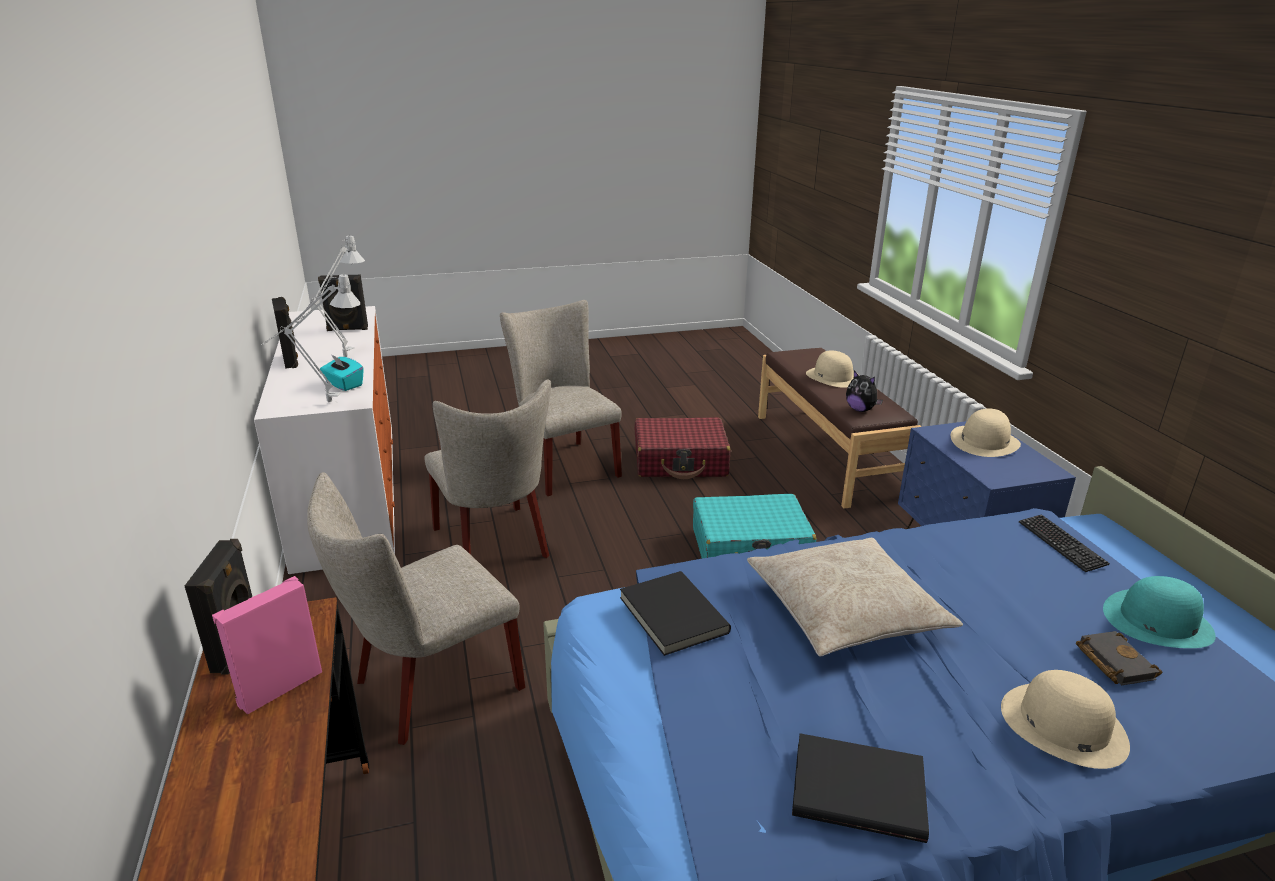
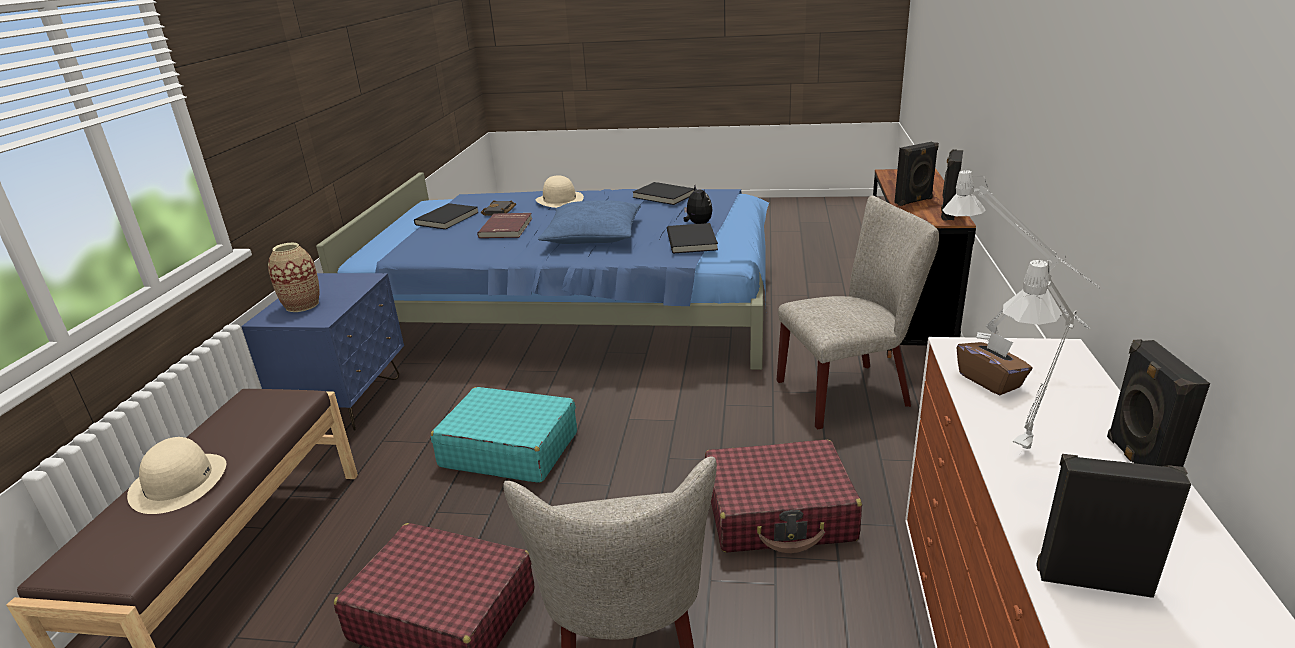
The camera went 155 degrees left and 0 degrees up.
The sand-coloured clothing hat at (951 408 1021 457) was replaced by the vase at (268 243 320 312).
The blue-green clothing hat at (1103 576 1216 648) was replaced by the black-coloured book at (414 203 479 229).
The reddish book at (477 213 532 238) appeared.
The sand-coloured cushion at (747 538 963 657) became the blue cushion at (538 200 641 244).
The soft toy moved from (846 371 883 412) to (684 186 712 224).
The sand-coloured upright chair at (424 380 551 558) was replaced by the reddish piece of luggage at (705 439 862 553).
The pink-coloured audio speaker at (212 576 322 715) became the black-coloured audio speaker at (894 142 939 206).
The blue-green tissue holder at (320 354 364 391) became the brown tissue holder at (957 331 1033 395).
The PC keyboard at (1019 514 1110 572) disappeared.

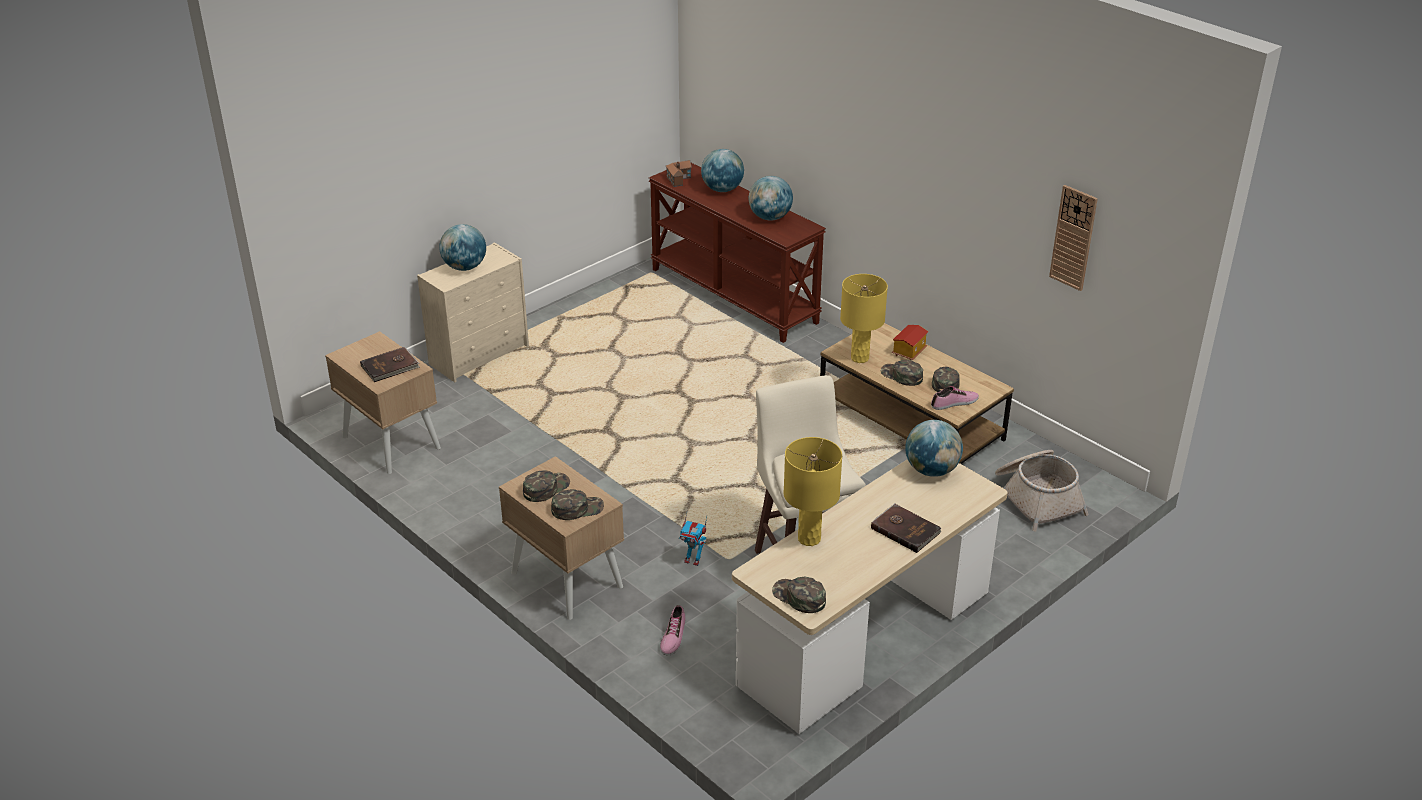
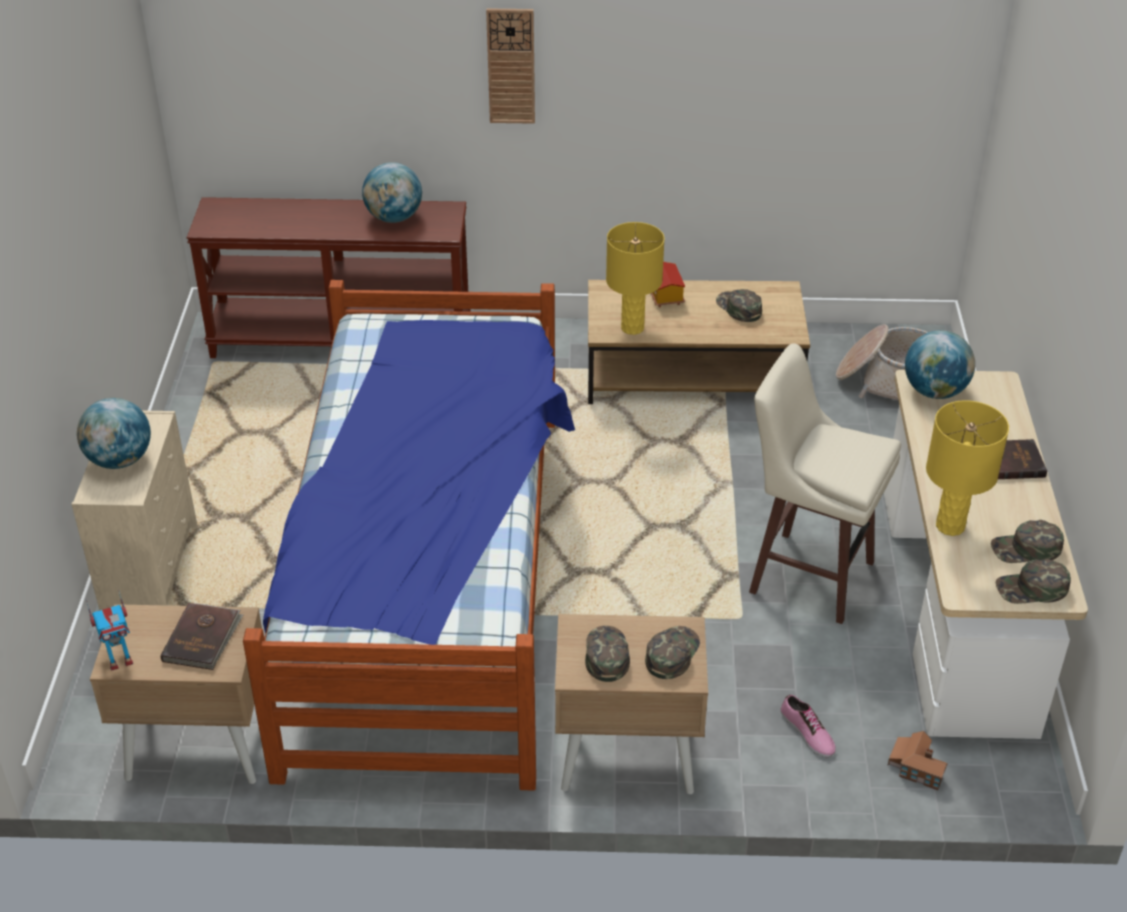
The camera went 45 degrees left and 5 degrees up.
The model robot moved from (679 513 707 566) to (86 590 133 671).
The bed at (243 280 575 791) appeared.
The hanging clock moved from (1049 185 1098 291) to (486 8 535 124).
The miniature house moved from (666 160 692 187) to (888 731 948 790).
The green-coloured cap moved from (881 360 923 386) to (991 520 1064 563).
The world globe at (701 149 744 192) disappeared.
The item of footwear at (931 386 979 410) disappeared.

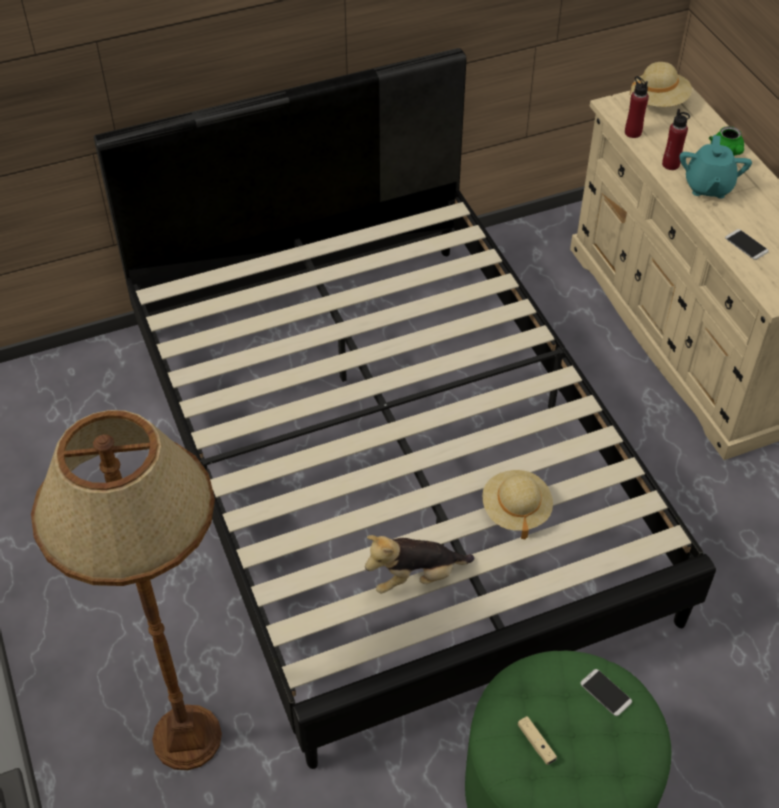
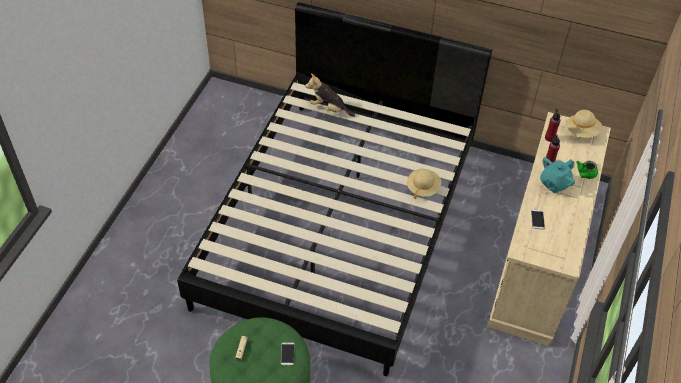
The camera went 40 degrees right and 0 degrees up.
The soft toy moved from (365 535 474 594) to (305 73 355 117).
The sand-coloured clothing hat moved from (482 470 553 539) to (407 169 441 199).
The brown standing lamp at (31 410 222 770) disappeared.

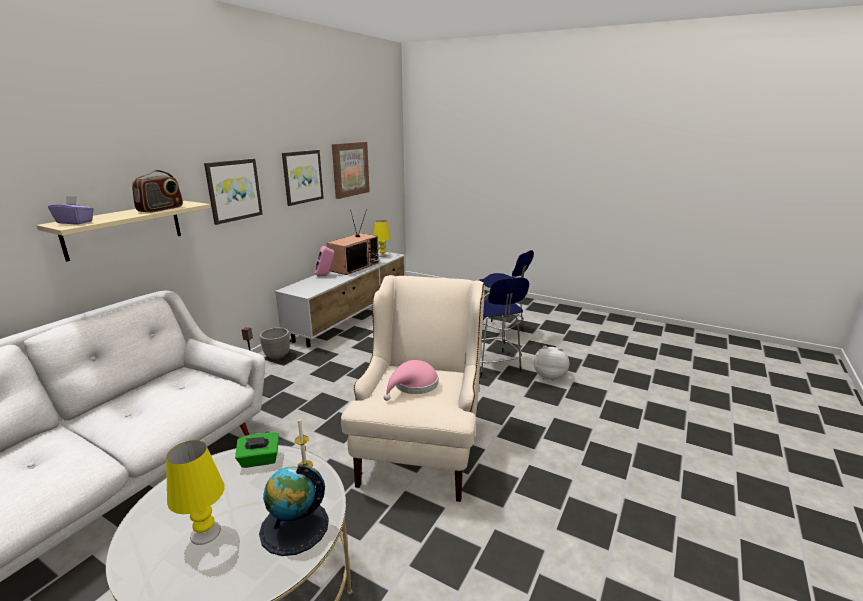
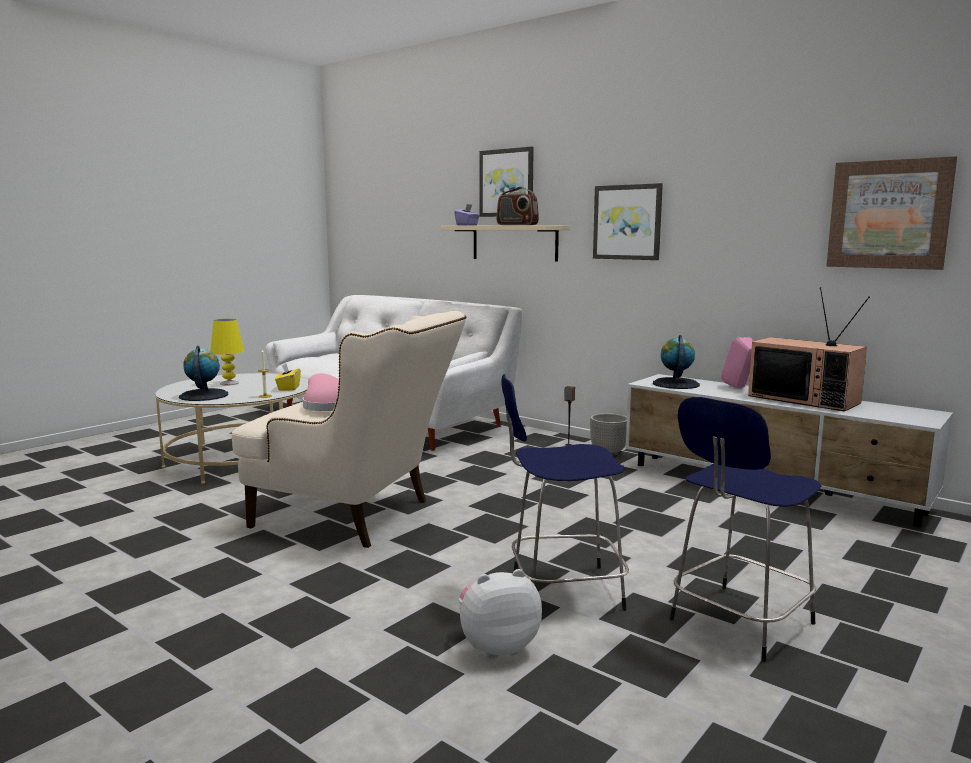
The camera went 100 degrees right and 10 degrees down.
The green-coloured tissue holder at (235 432 279 468) became the yellow-coloured tissue holder at (275 364 301 391).
The soft toy at (534 346 569 381) turned 135 degrees counterclockwise.
The wall art moved from (282 150 324 206) to (479 147 534 217).
The world globe at (653 335 700 389) appeared.
The yellow-coloured table lamp at (373 220 391 257) disappeared.

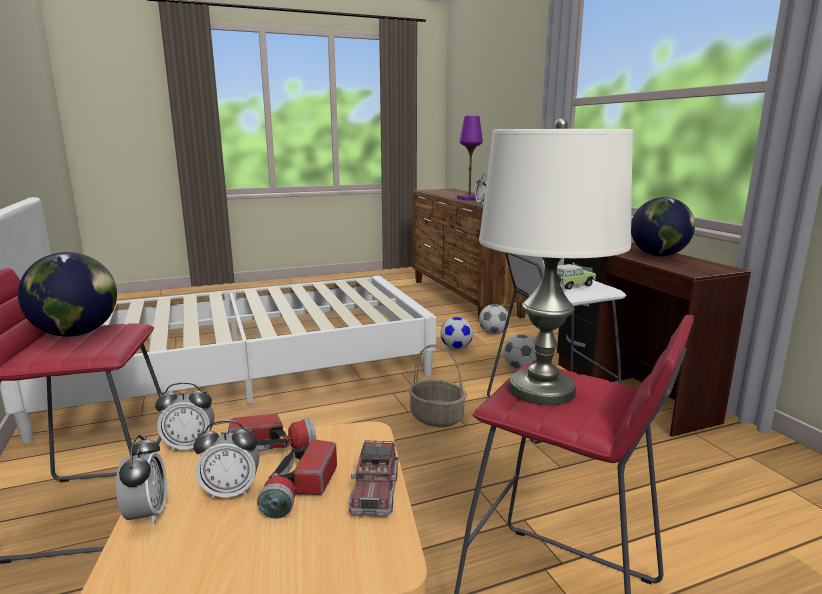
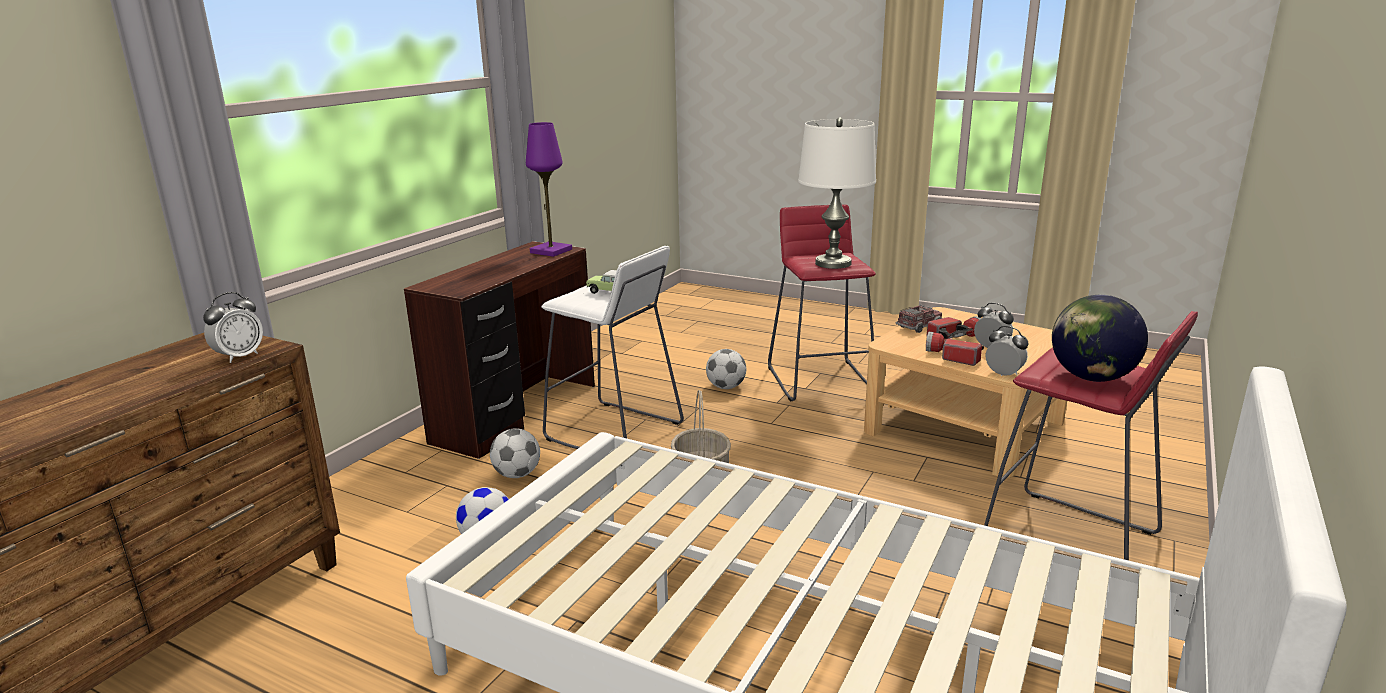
The camera went 130 degrees left and 5 degrees up.
The purple-coloured table lamp moved from (457 116 483 201) to (526 122 572 257).
The football moved from (479 304 510 334) to (706 349 746 389).
The alarm clock at (116 435 167 525) disappeared.
The world globe at (631 197 695 256) disappeared.

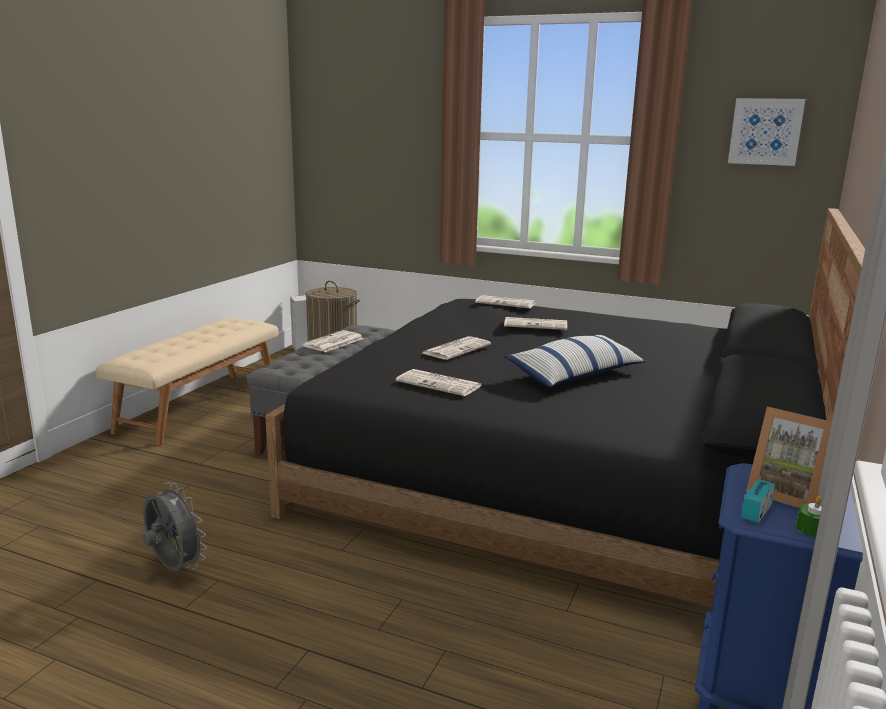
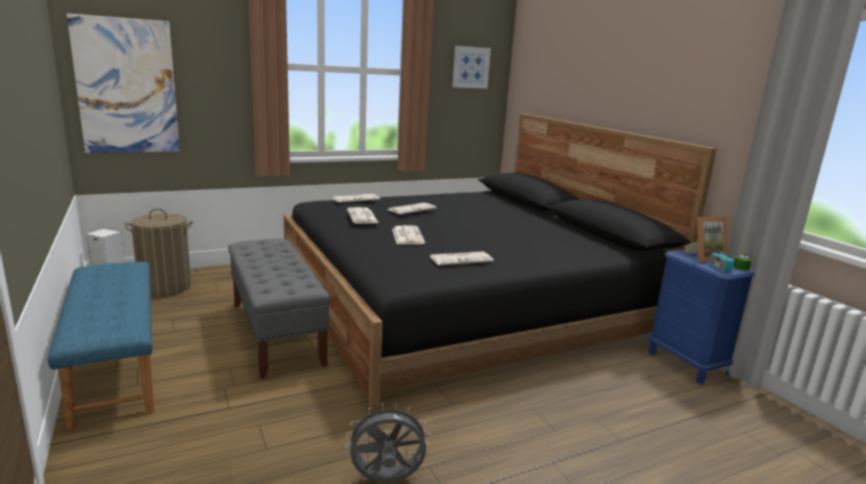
The camera went 50 degrees left and 0 degrees up.
The sand-coloured bench at (96 318 278 445) became the blue bench at (47 262 154 430).
The wall art at (67 13 180 153) appeared.
The printed paper moved from (302 330 364 352) to (347 207 379 224).
The cushion at (504 334 646 387) disappeared.

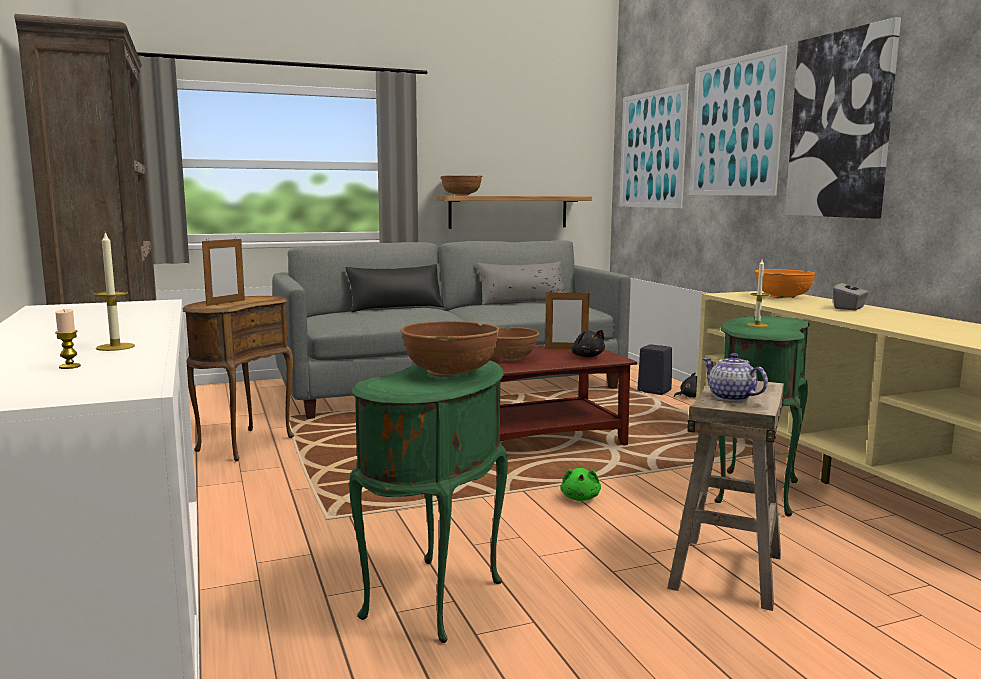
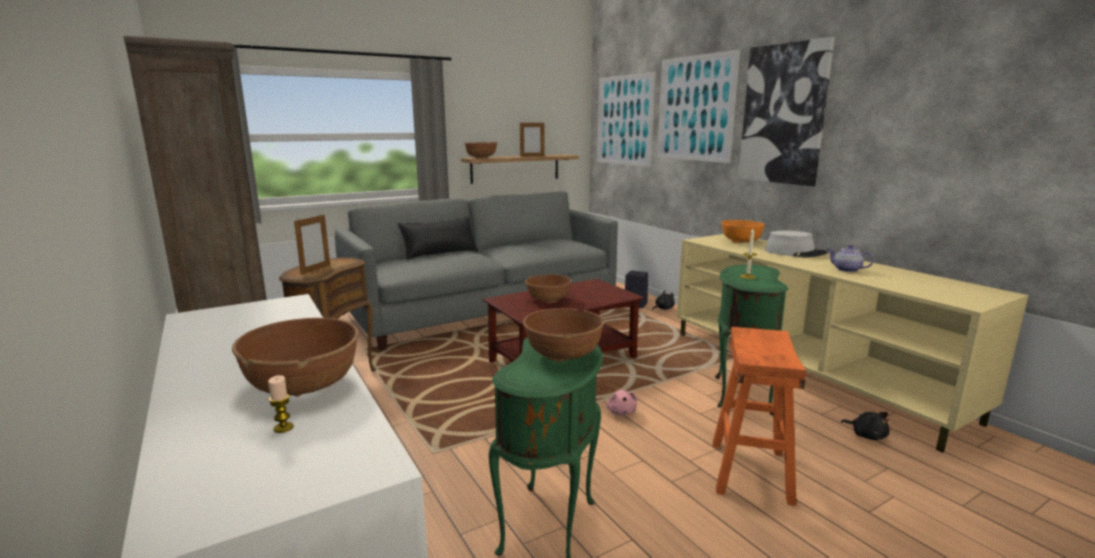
The camera went 10 degrees left and 5 degrees up.
The candle at (94 232 135 351) was replaced by the brown bowl at (232 318 359 397).
The photo frame moved from (545 290 590 349) to (520 123 545 157).
The green-coloured soft toy at (561 468 601 501) became the pink-coloured soft toy at (606 390 637 416).
The sand-coloured stool seat at (667 381 784 611) became the orangey stool seat at (713 327 806 506).
The grey tissue holder at (833 277 869 310) was replaced by the grey clothing hat at (765 231 828 258).
The teapot moved from (703 353 768 401) to (827 245 874 272).
The black-coloured soft toy moved from (572 330 605 357) to (841 412 889 440).
The grey cushion at (477 261 565 305) disappeared.

